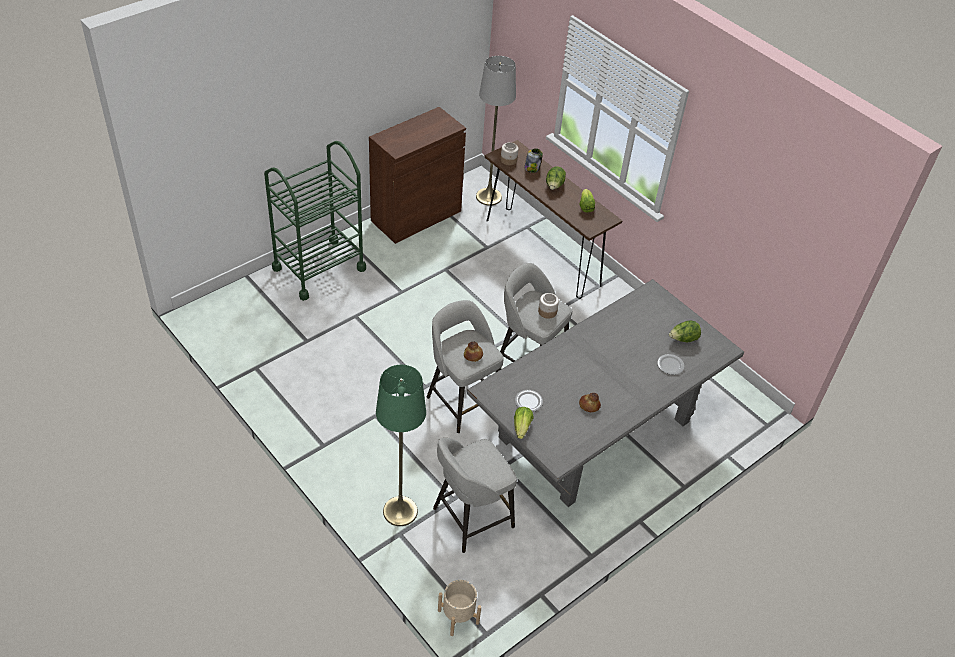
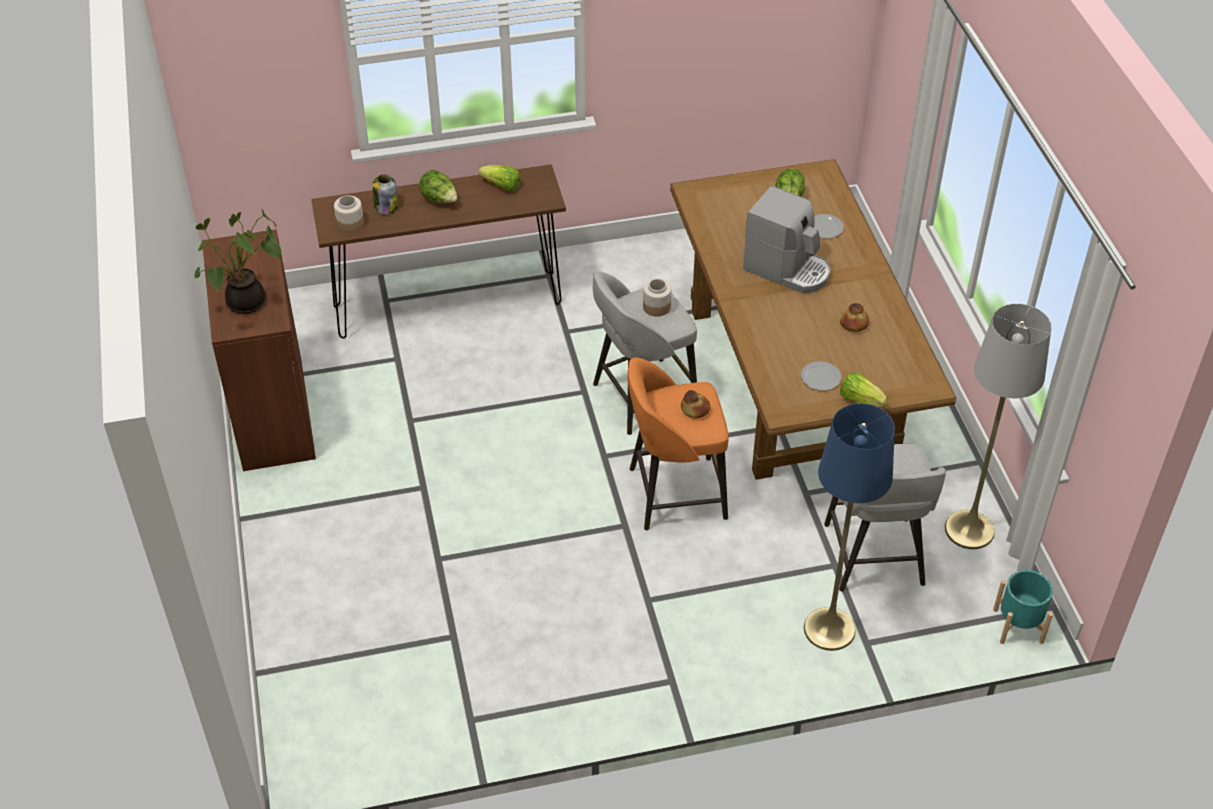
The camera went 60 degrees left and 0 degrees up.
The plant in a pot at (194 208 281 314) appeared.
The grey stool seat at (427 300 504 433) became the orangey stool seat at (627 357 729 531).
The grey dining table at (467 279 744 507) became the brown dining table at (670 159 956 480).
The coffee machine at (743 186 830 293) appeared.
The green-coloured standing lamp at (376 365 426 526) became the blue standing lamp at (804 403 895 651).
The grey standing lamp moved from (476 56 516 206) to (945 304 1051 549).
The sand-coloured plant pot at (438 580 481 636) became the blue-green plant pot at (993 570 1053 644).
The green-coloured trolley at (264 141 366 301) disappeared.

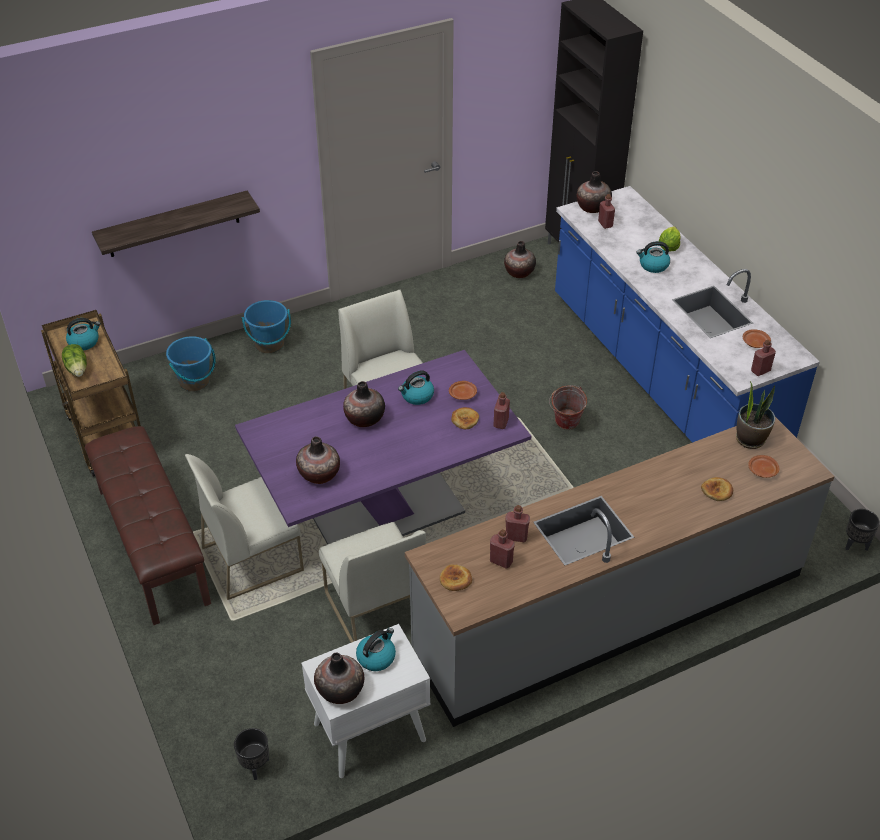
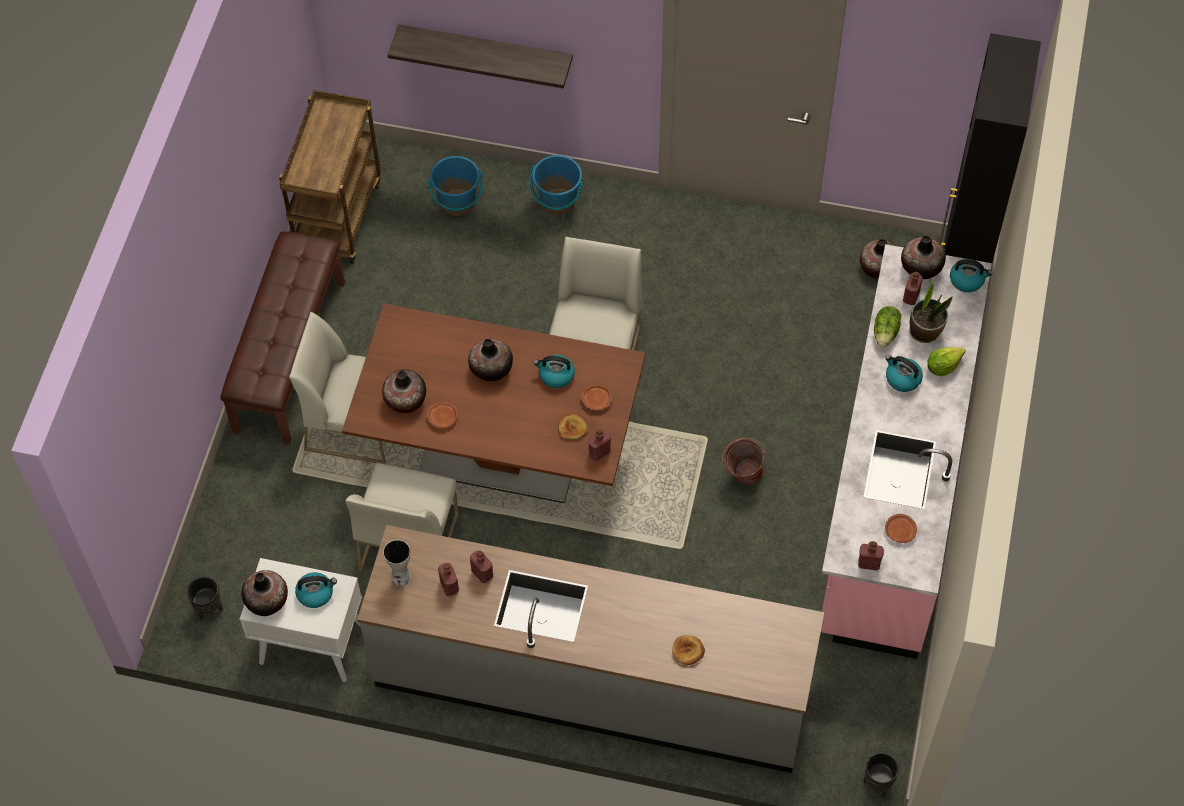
The camera went 40 degrees right and 15 degrees up.
The purple-coloured dining table at (235 350 531 544) became the brown dining table at (342 304 646 503).
The baked bread at (440 564 472 591) was replaced by the vase at (383 539 412 586).
The brown flat dish moved from (748 455 780 478) to (427 401 458 428).
The blue kitchen base unit at (555 186 820 443) became the pink-coloured kitchen base unit at (821 244 992 659).
The lettuce moved from (62 344 87 377) to (874 306 901 348).
The plant in a pot moved from (736 381 775 449) to (910 279 953 343).
The water kettle moved from (66 318 101 351) to (950 259 992 292).

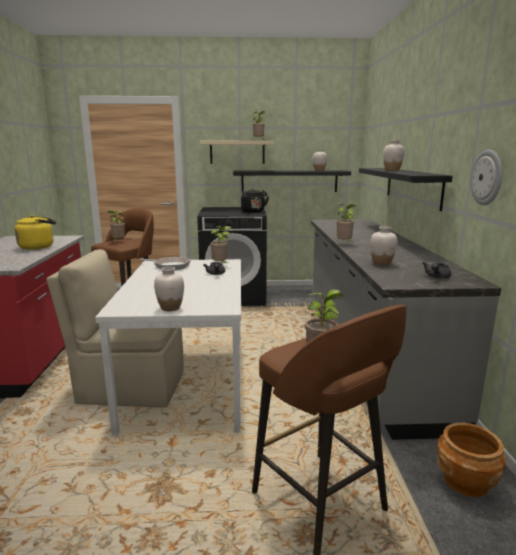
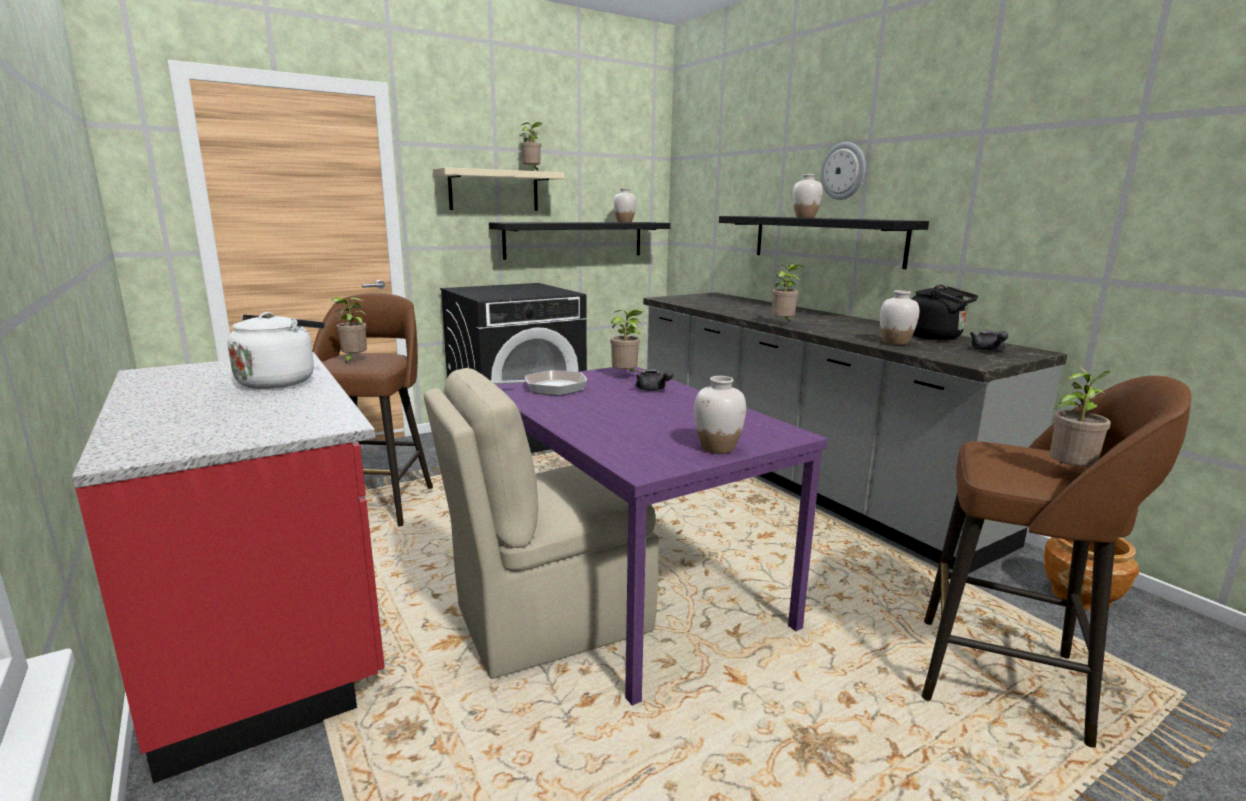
The camera went 30 degrees left and 0 degrees up.
The yellow-coloured water kettle at (15 215 56 250) became the whitish water kettle at (228 312 325 389).
The whitish dining table at (95 259 241 436) became the purple-coloured dining table at (495 367 828 706).
The hanging clock moved from (470 149 502 205) to (821 142 866 200).
The black-coloured water kettle moved from (241 188 269 213) to (912 285 978 340).

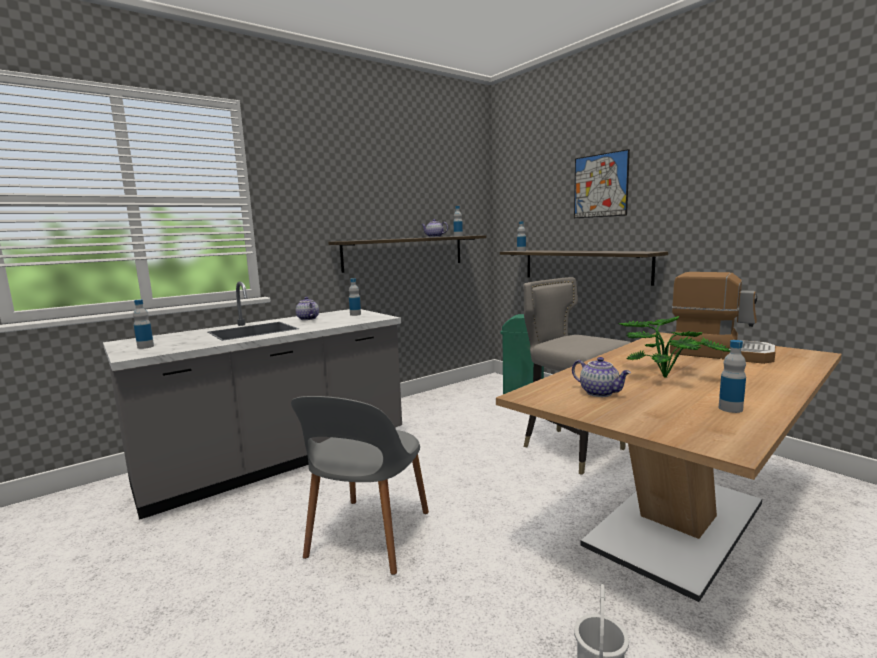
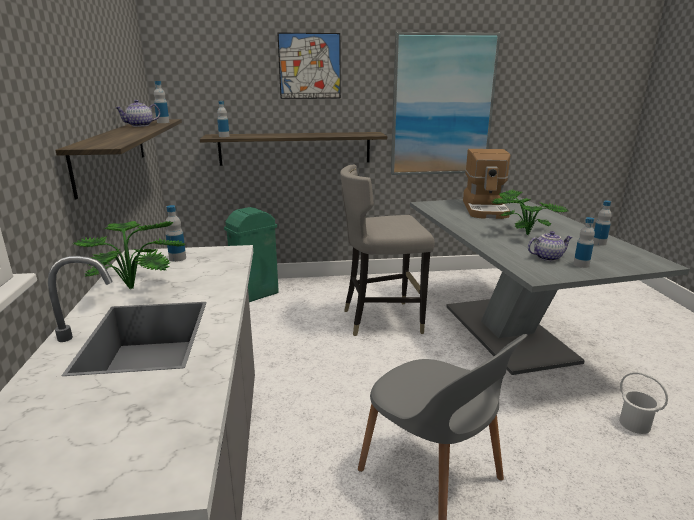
The camera went 60 degrees left and 10 degrees up.
The teapot at (296 297 319 320) was replaced by the plant in a pot at (74 221 186 289).
The wall art at (391 32 501 175) appeared.
The brown dining table at (496 332 842 602) became the grey dining table at (410 196 690 375).
The coffee machine at (670 272 776 364) turned 120 degrees clockwise.
The drink bottle moved from (133 300 154 349) to (573 217 595 268).

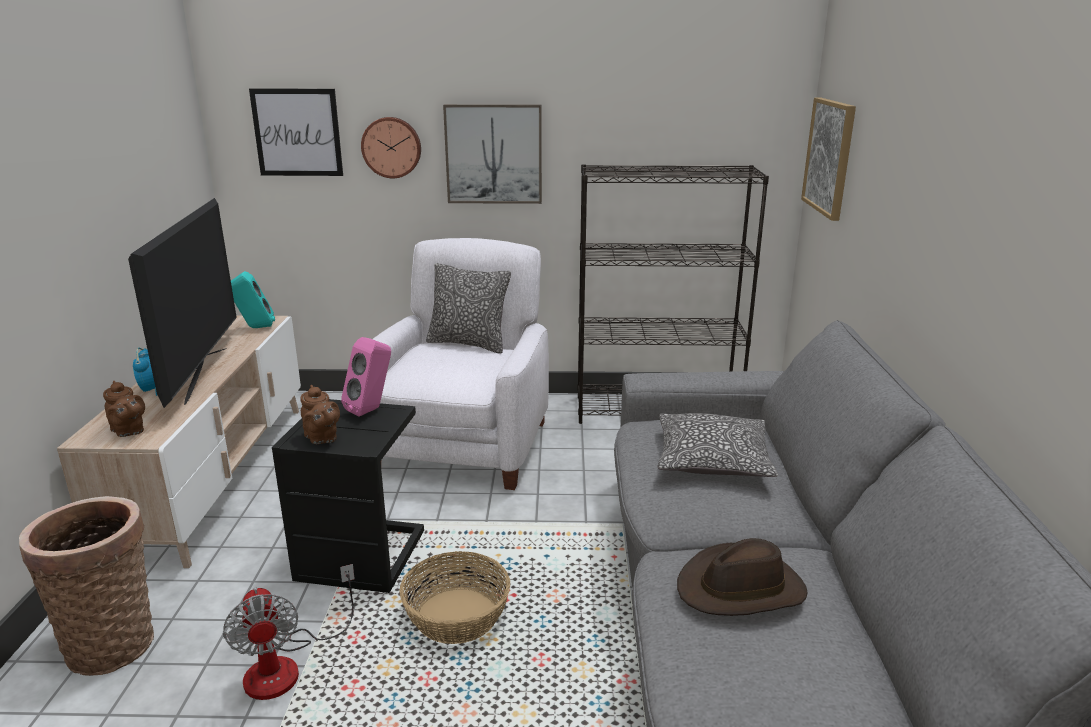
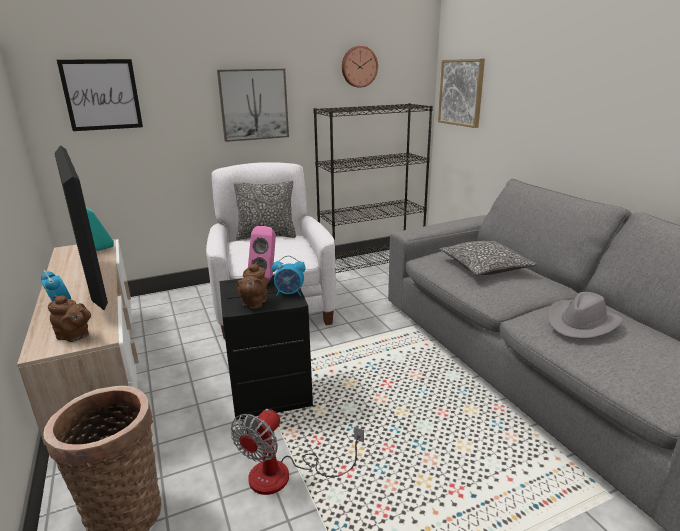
The camera went 25 degrees left and 0 degrees up.
The cooling fan at (223 564 355 700) turned 75 degrees clockwise.
The brown teapot at (300 385 340 444) turned 75 degrees clockwise.
The alarm clock at (272 256 306 297) appeared.
The hanging clock moved from (361 117 421 178) to (342 46 378 88).
The brown clothing hat at (677 538 808 616) became the grey clothing hat at (548 292 623 339).
The basket at (400 551 510 644) disappeared.

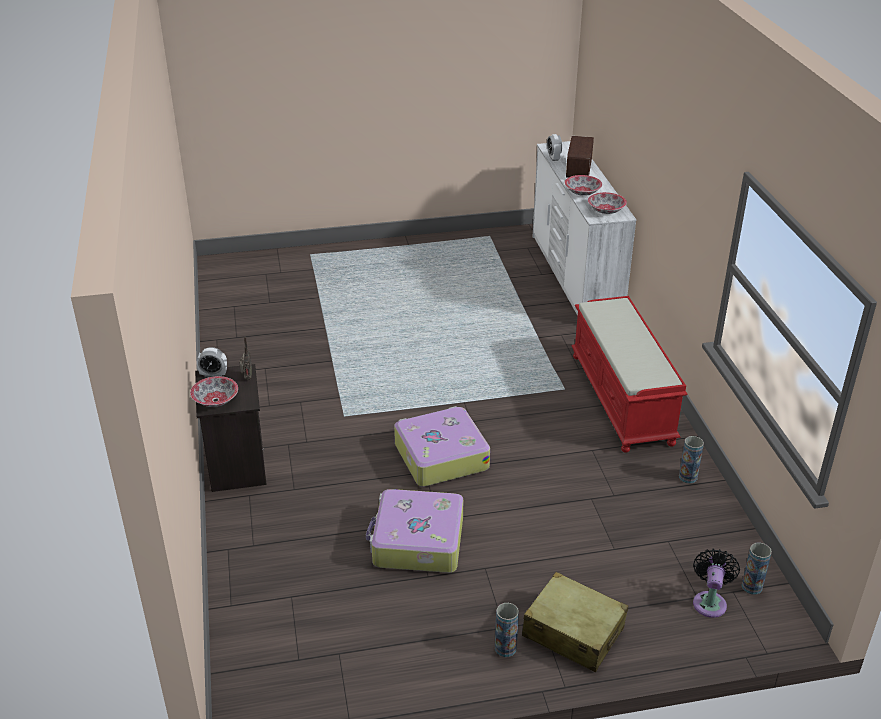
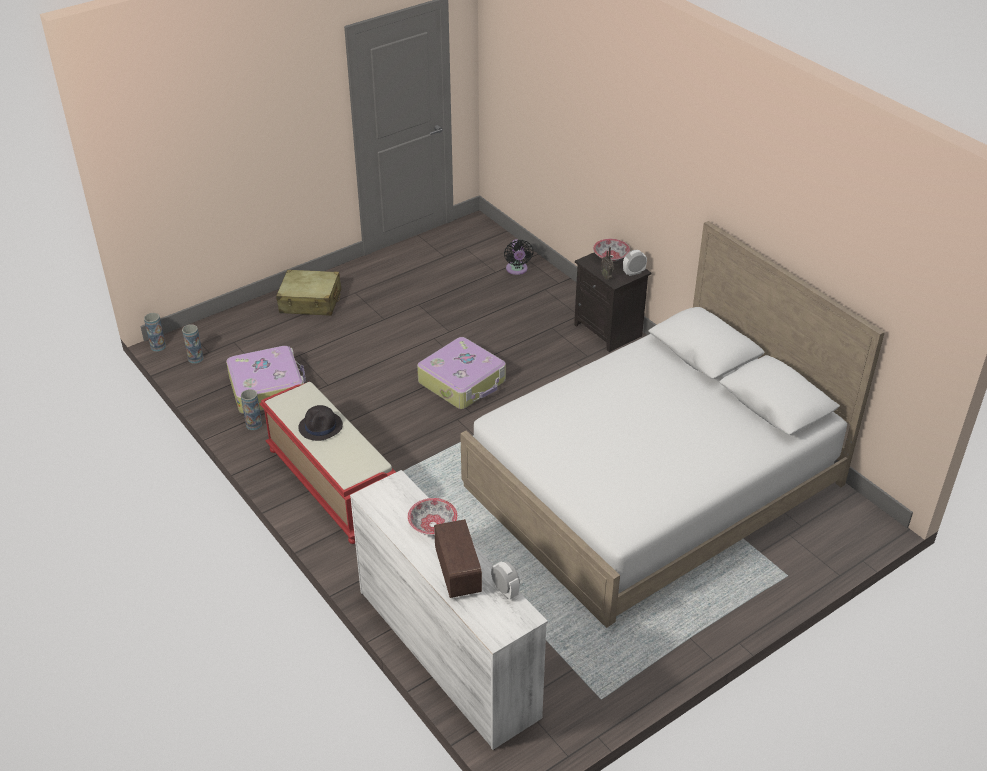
The camera went 155 degrees right and 5 degrees up.
The vase moved from (495 603 519 657) to (144 313 166 352).
The piece of luggage moved from (366 489 463 573) to (226 346 306 414).
The black-coloured clothing hat at (298 405 343 441) appeared.
The whitish bed at (460 221 885 628) appeared.
The black-coloured cooling fan moved from (693 549 740 618) to (504 239 533 275).
The bowl at (588 192 627 214) disappeared.

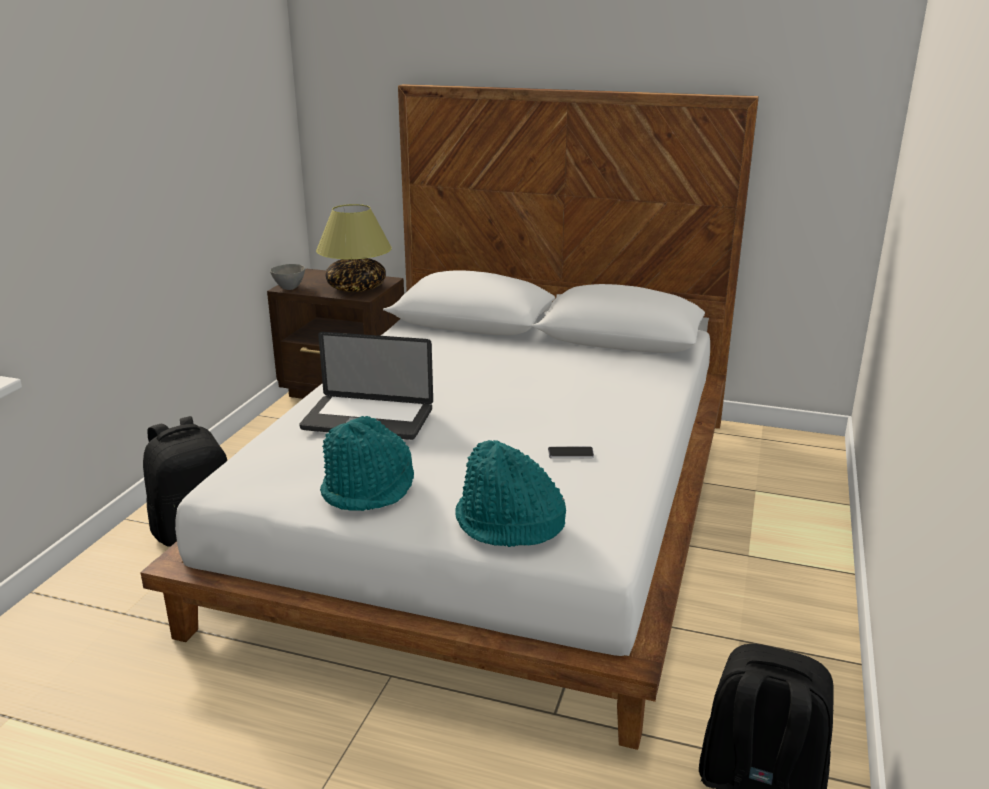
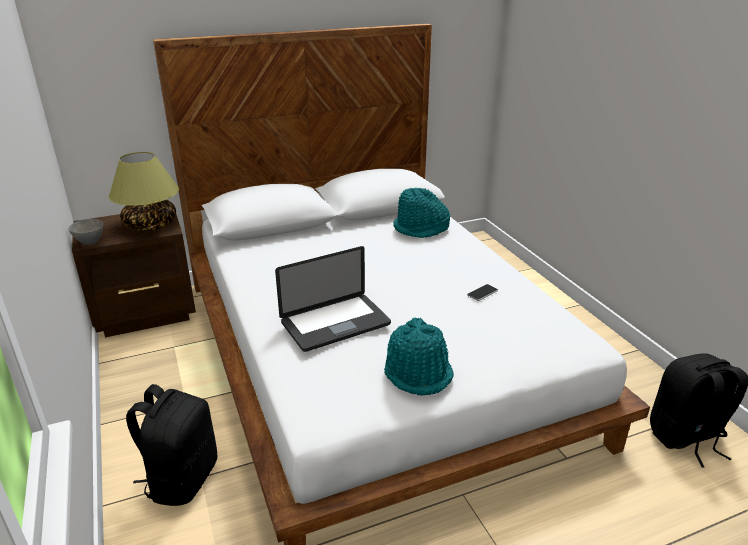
The camera went 40 degrees left and 5 degrees up.
The blue-green clothing hat moved from (455 440 566 547) to (393 188 450 238).

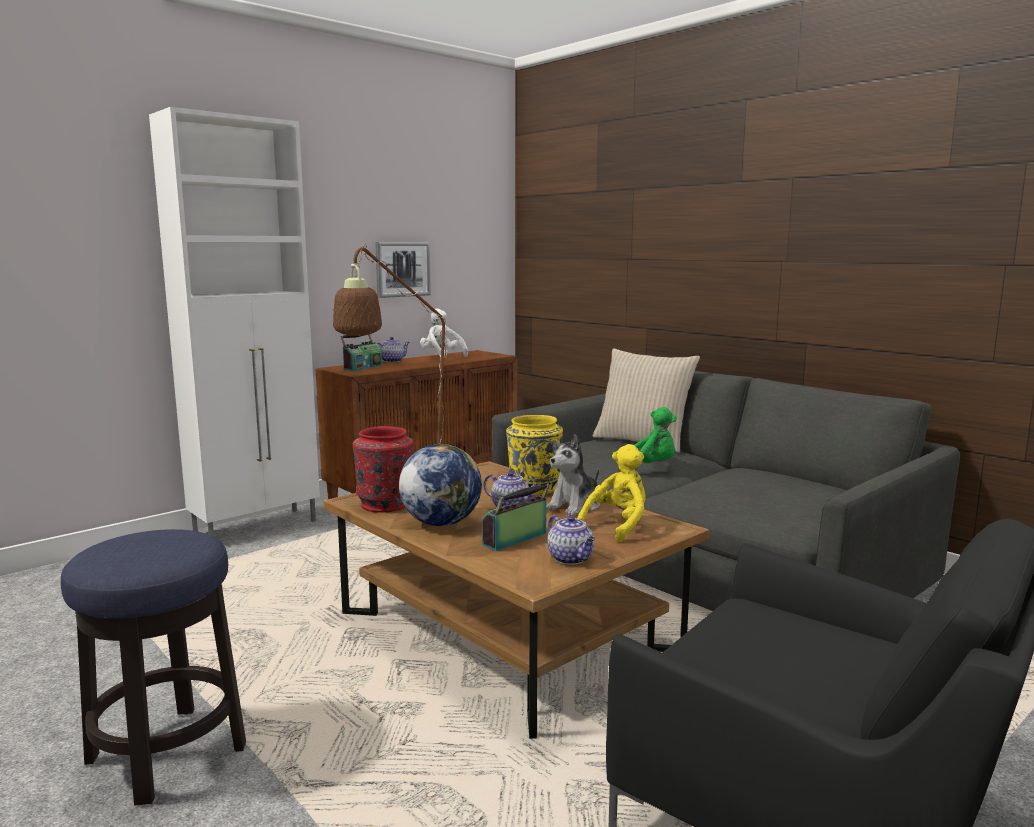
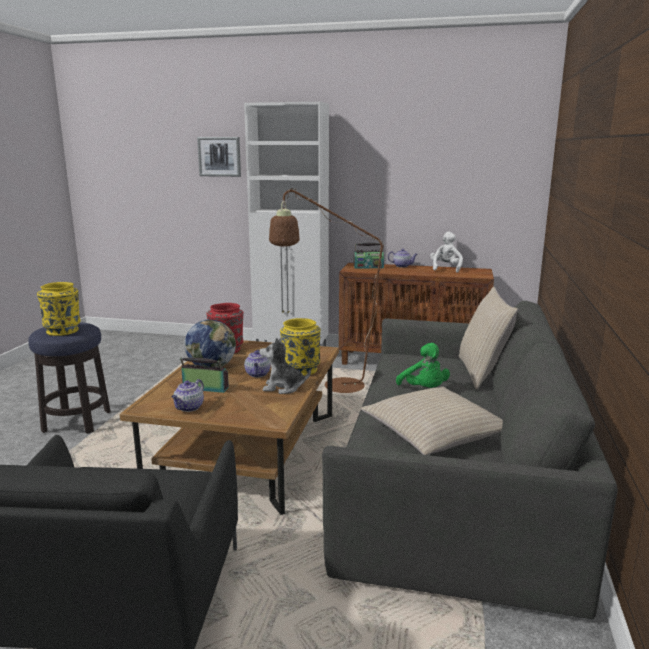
The camera went 55 degrees right and 5 degrees up.
The yellow-coloured vase at (37 282 81 336) appeared.
The wall art moved from (375 242 431 298) to (197 137 241 177).
The sand-coloured cushion at (361 387 503 455) appeared.
The yellow-coloured soft toy at (577 444 645 542) disappeared.

